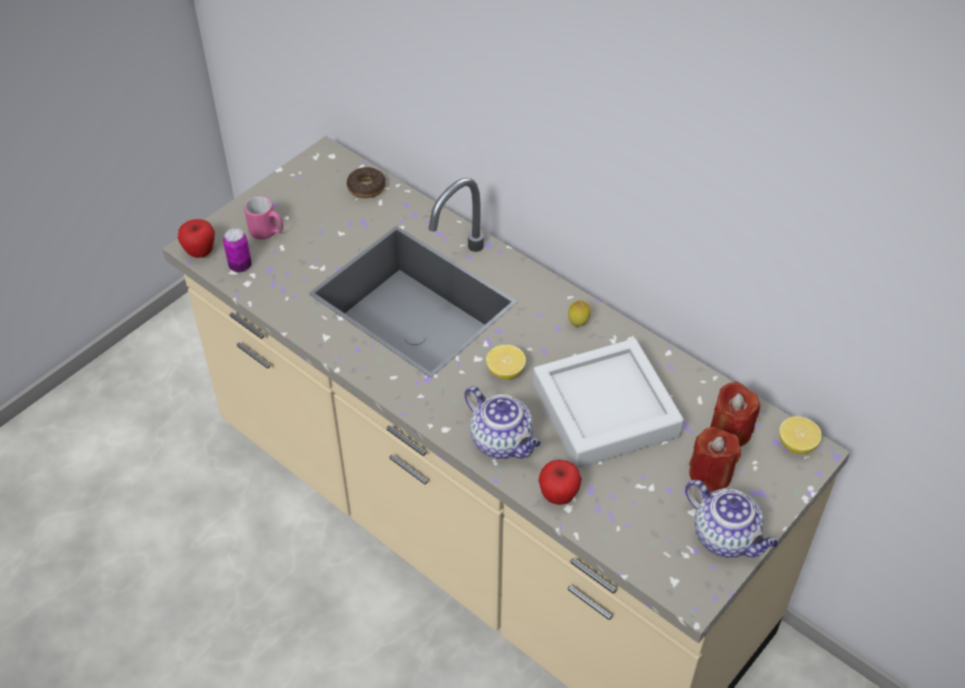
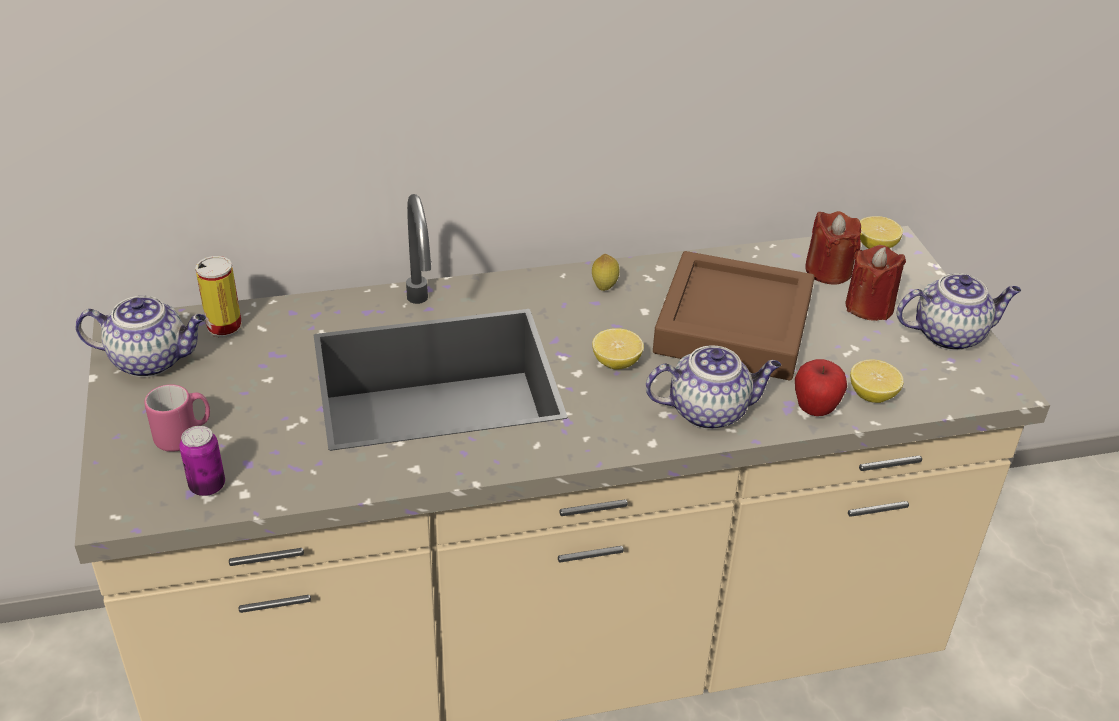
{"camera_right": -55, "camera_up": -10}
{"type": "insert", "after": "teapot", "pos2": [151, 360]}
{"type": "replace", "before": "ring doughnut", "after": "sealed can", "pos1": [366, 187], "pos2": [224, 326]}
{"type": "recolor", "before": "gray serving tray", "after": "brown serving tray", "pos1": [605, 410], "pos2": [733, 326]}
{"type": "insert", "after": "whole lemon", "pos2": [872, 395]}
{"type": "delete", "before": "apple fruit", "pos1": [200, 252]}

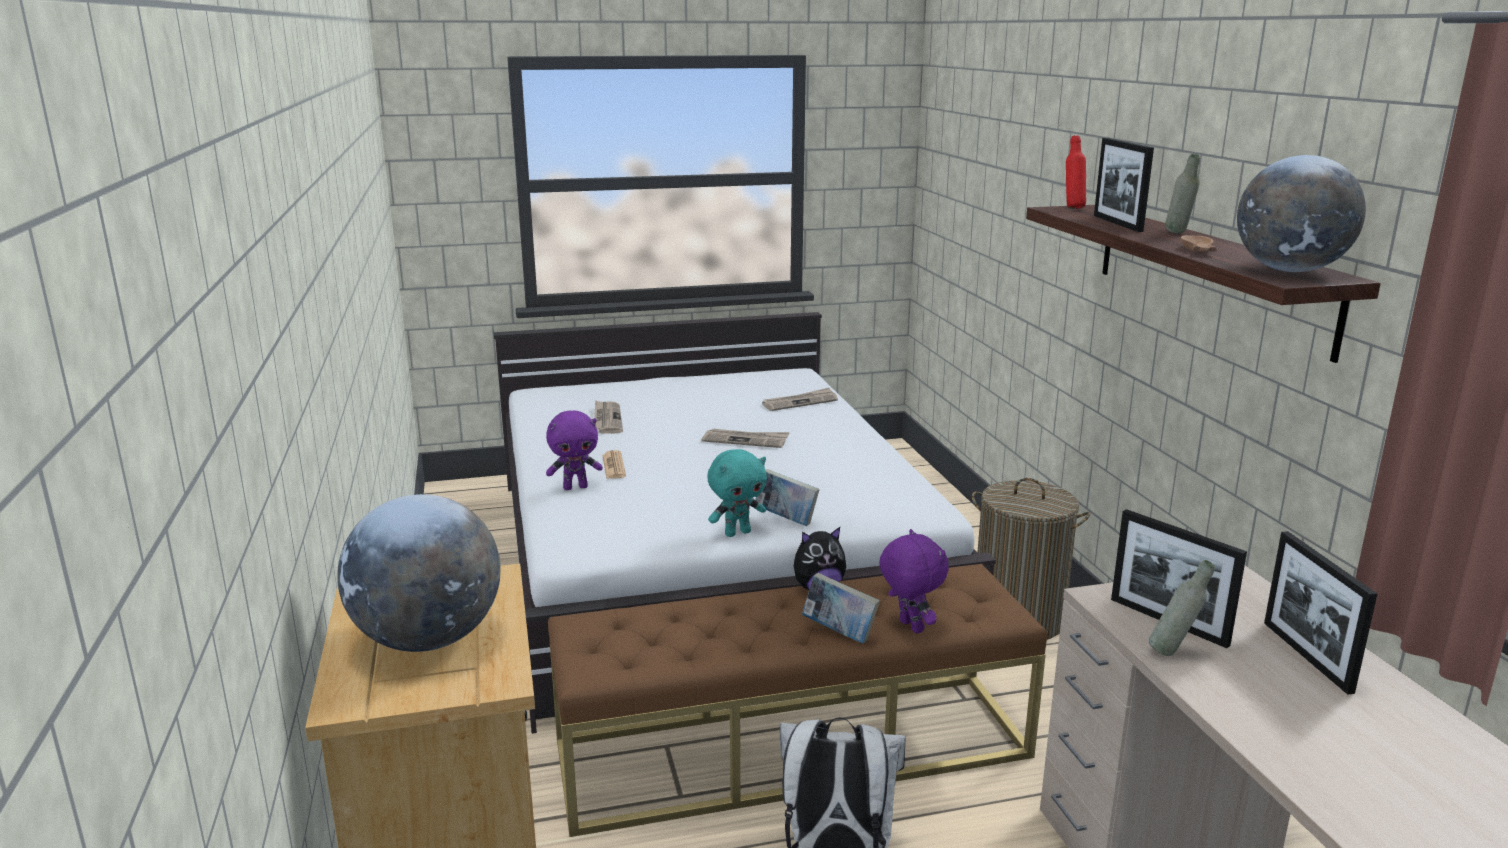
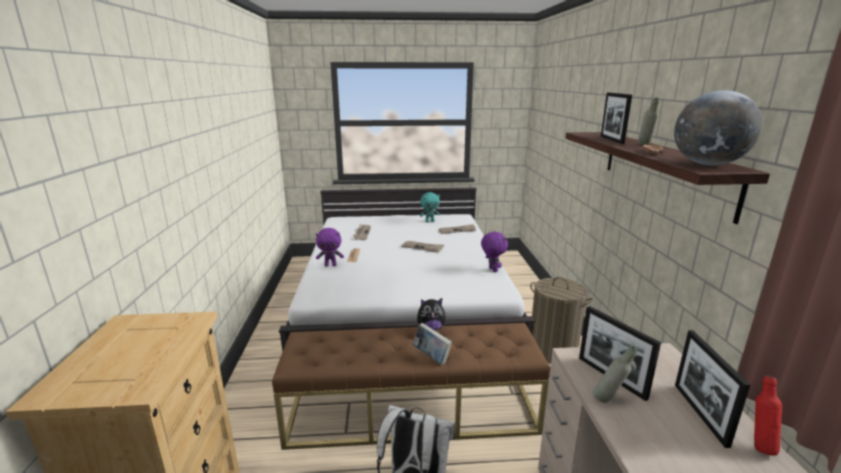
{"camera_right": 10, "camera_up": 0}
{"type": "move", "before": "turquoise-coloured plush toy", "pos1": [737, 532], "pos2": [429, 221]}
{"type": "move", "before": "purple plush toy", "pos1": [909, 627], "pos2": [492, 270]}
{"type": "move", "before": "reddish bottle", "pos1": [1072, 208], "pos2": [759, 445]}
{"type": "delete", "before": "desk globe", "pos1": [429, 640]}
{"type": "delete", "before": "volume", "pos1": [786, 519]}

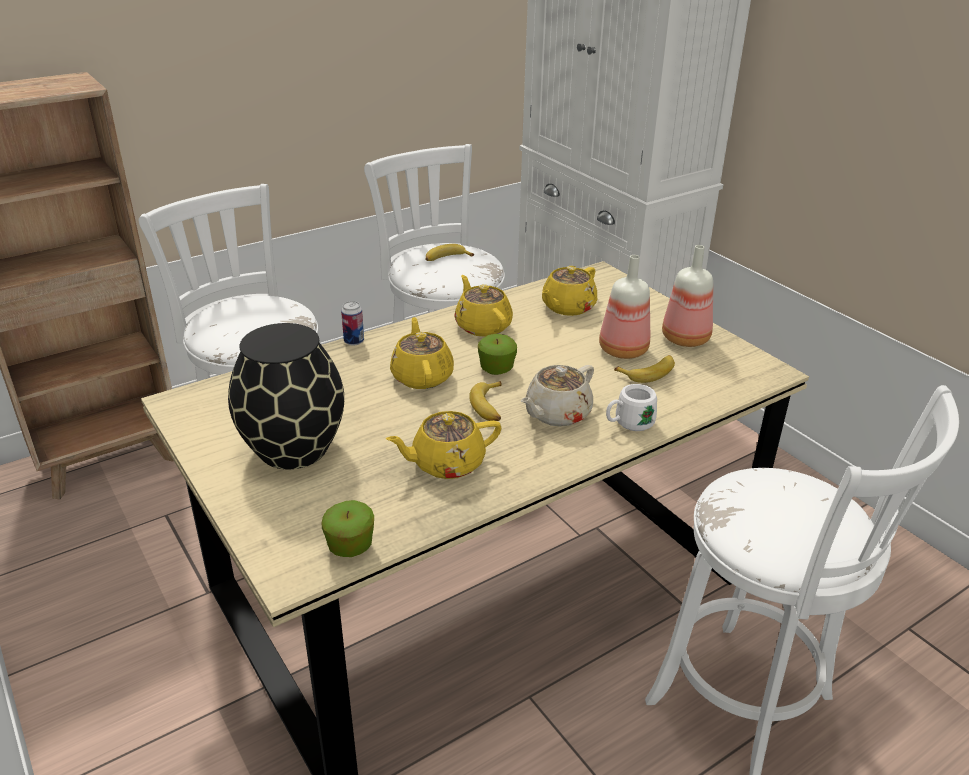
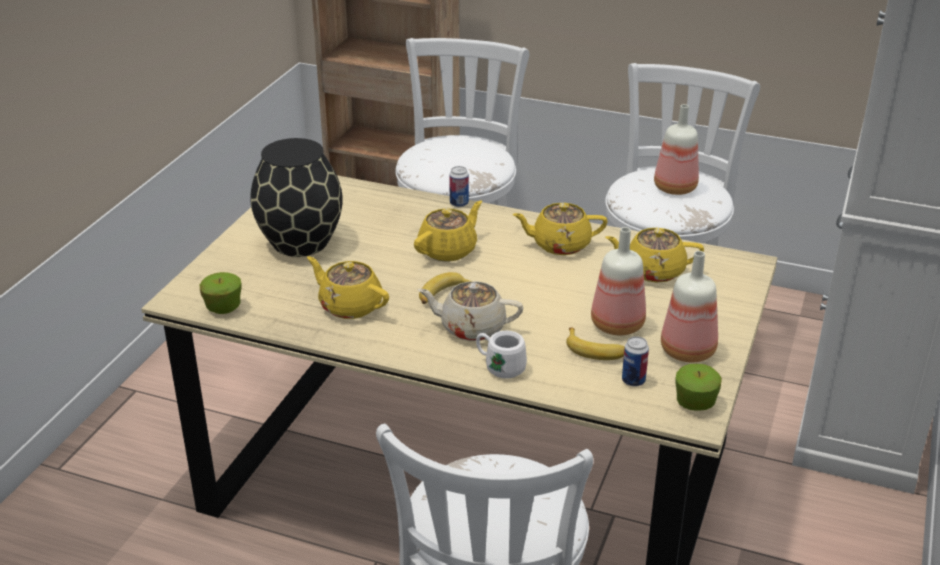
{"camera_right": 55, "camera_up": 0}
{"type": "rotate", "before": "yellow-coloured teapot", "pos1": [482, 326], "pos2": [559, 244], "turn": -120}
{"type": "insert", "after": "sealed can", "pos2": [633, 381]}
{"type": "replace", "before": "banana", "after": "bottle", "pos1": [446, 259], "pos2": [673, 188]}
{"type": "move", "before": "apple fruit", "pos1": [496, 369], "pos2": [695, 403]}

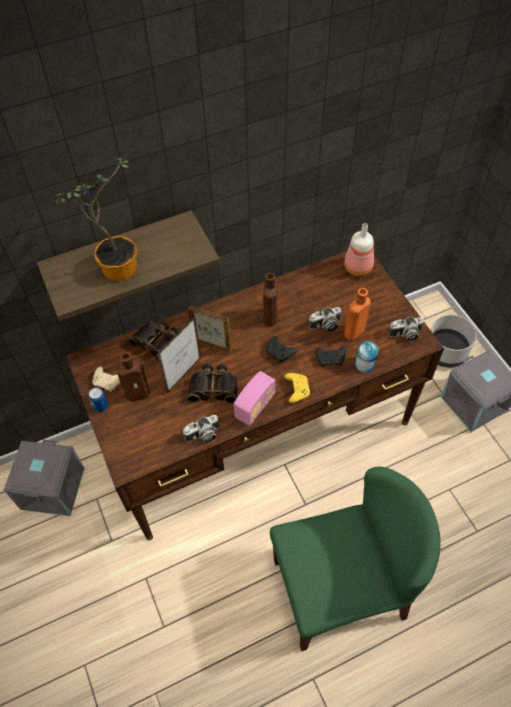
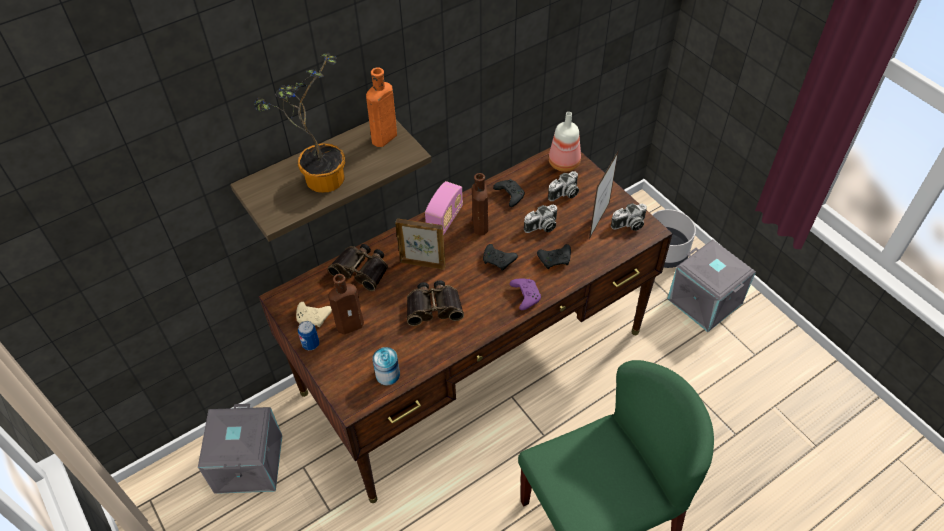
{"camera_right": -10, "camera_up": -5}
{"type": "move", "before": "orangey bottle", "pos1": [353, 333], "pos2": [383, 139]}
{"type": "move", "before": "sealed can", "pos1": [365, 364], "pos2": [387, 374]}
{"type": "move", "before": "radio", "pos1": [255, 406], "pos2": [445, 219]}
{"type": "insert", "after": "black joypad", "pos2": [509, 195]}
{"type": "recolor", "before": "yellow-coloured joypad", "after": "purple joypad", "pos1": [296, 389], "pos2": [525, 296]}
{"type": "move", "before": "still camera", "pos1": [203, 436], "pos2": [564, 194]}
{"type": "move", "before": "standing frame", "pos1": [184, 375], "pos2": [599, 221]}

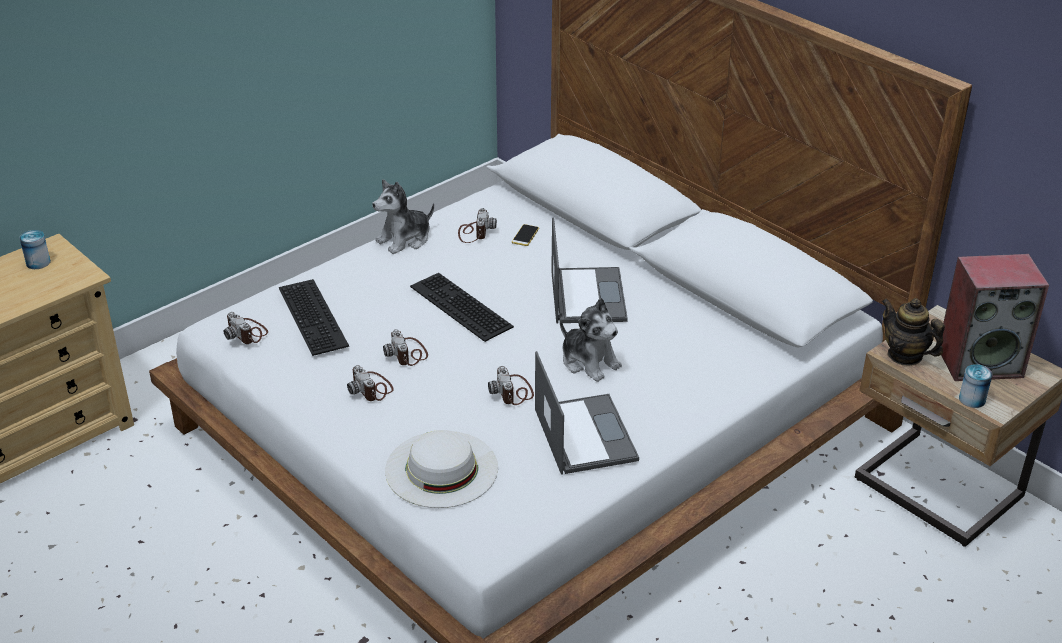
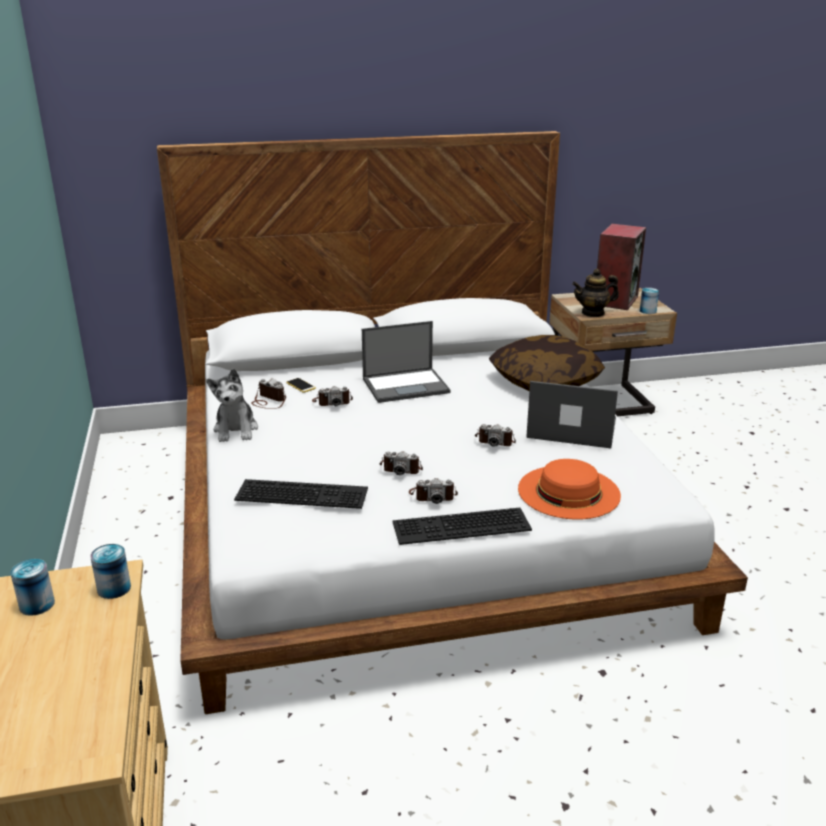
{"camera_right": -60, "camera_up": -10}
{"type": "insert", "after": "sealed can", "pos2": [114, 588]}
{"type": "move", "before": "still camera", "pos1": [247, 333], "pos2": [332, 402]}
{"type": "rotate", "before": "portable computer", "pos1": [587, 295], "pos2": [406, 385], "turn": 135}
{"type": "move", "before": "keyboard", "pos1": [458, 307], "pos2": [460, 528]}
{"type": "insert", "after": "throw pillow", "pos2": [545, 381]}
{"type": "recolor", "before": "white-coloured hat", "after": "orangey hat", "pos1": [441, 468], "pos2": [568, 491]}
{"type": "delete", "before": "plush toy", "pos1": [589, 362]}

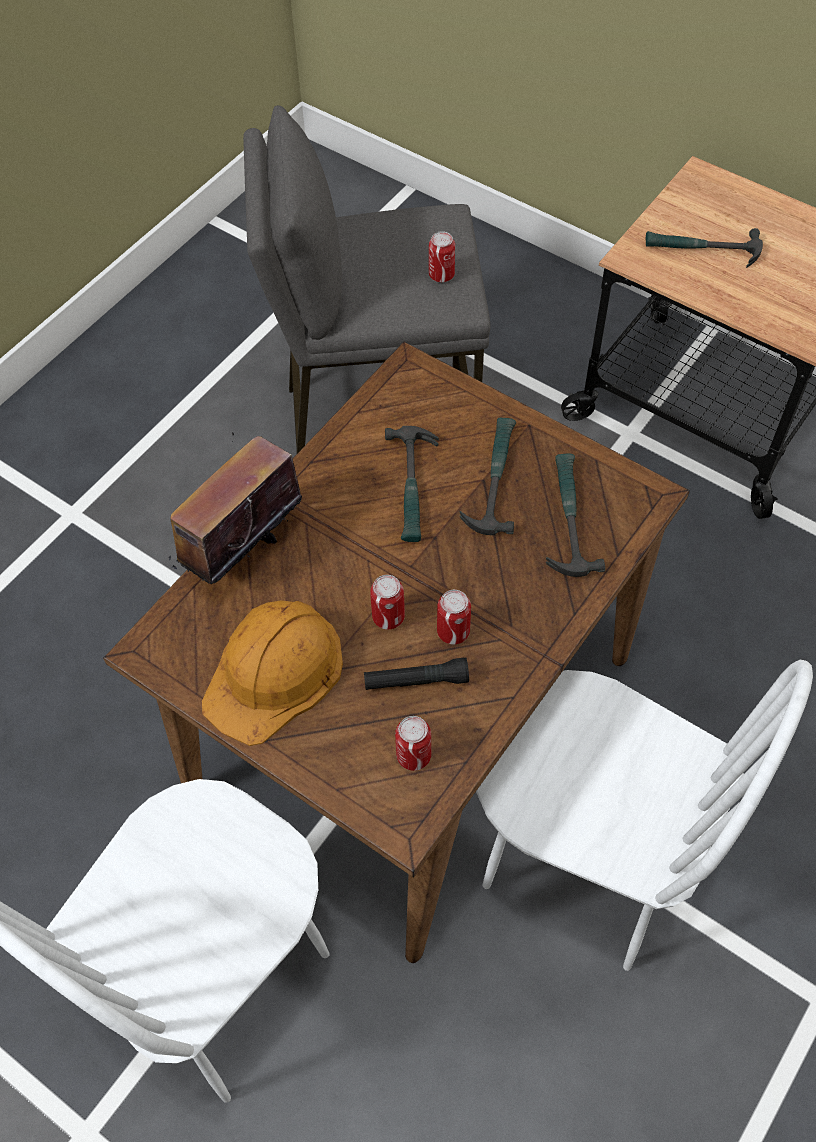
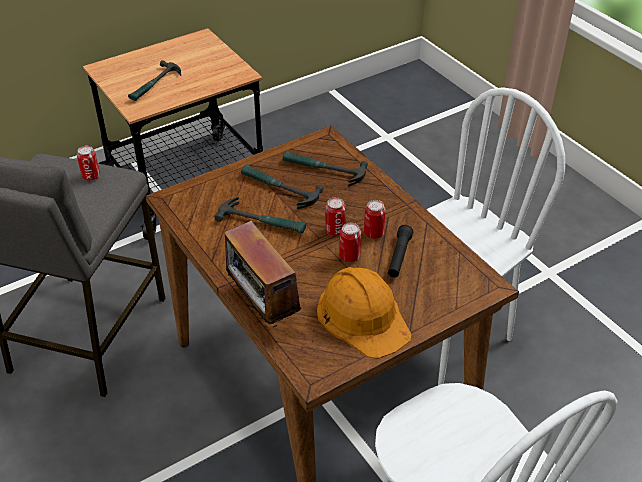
{"camera_right": -70, "camera_up": -15}
{"type": "move", "before": "sealed can", "pos1": [413, 755], "pos2": [335, 230]}

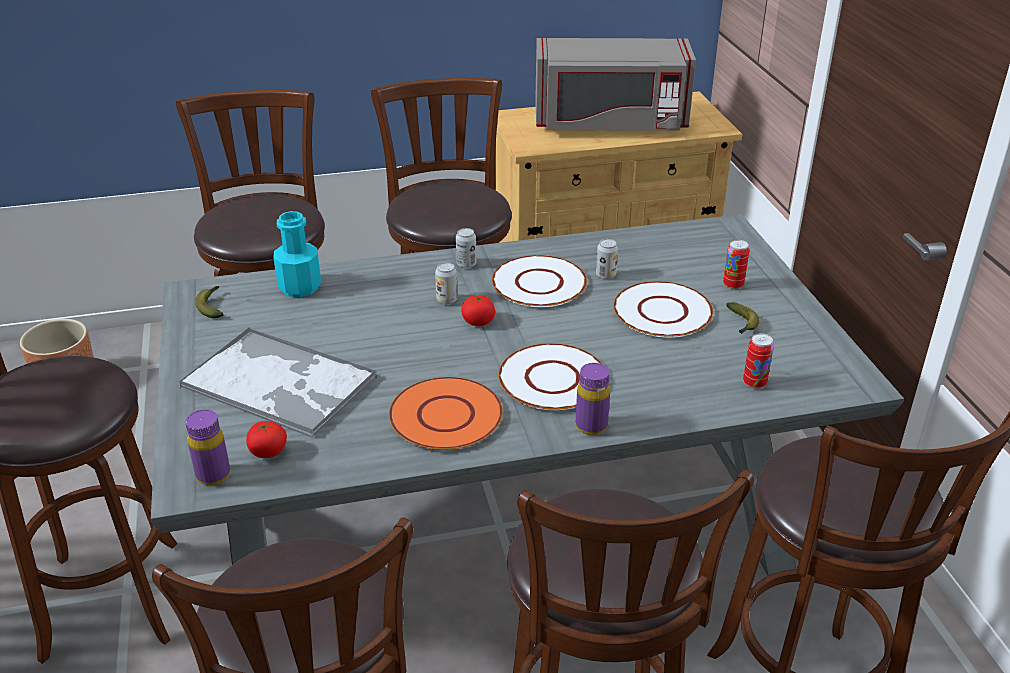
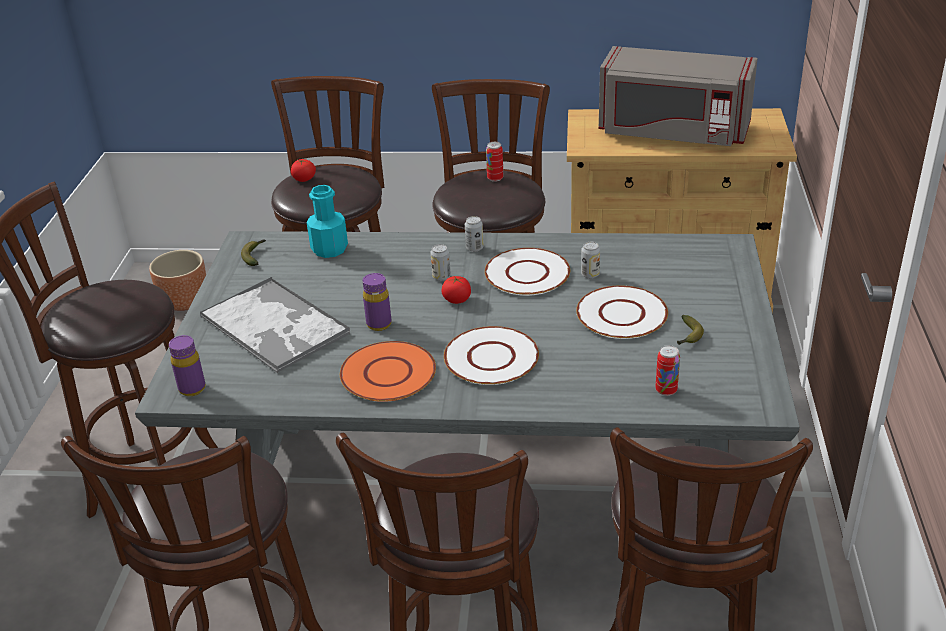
{"camera_right": 20, "camera_up": 0}
{"type": "move", "before": "tomato", "pos1": [268, 452], "pos2": [304, 179]}
{"type": "move", "before": "purple bottle", "pos1": [591, 426], "pos2": [379, 324]}
{"type": "move", "before": "sealed can", "pos1": [733, 285], "pos2": [495, 178]}

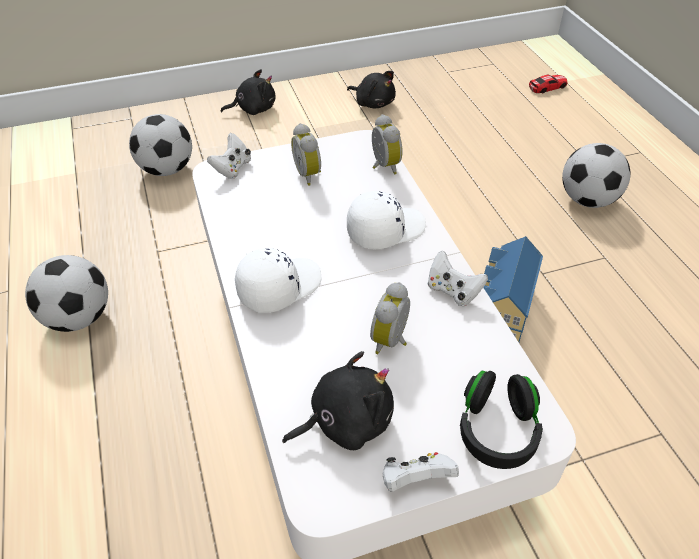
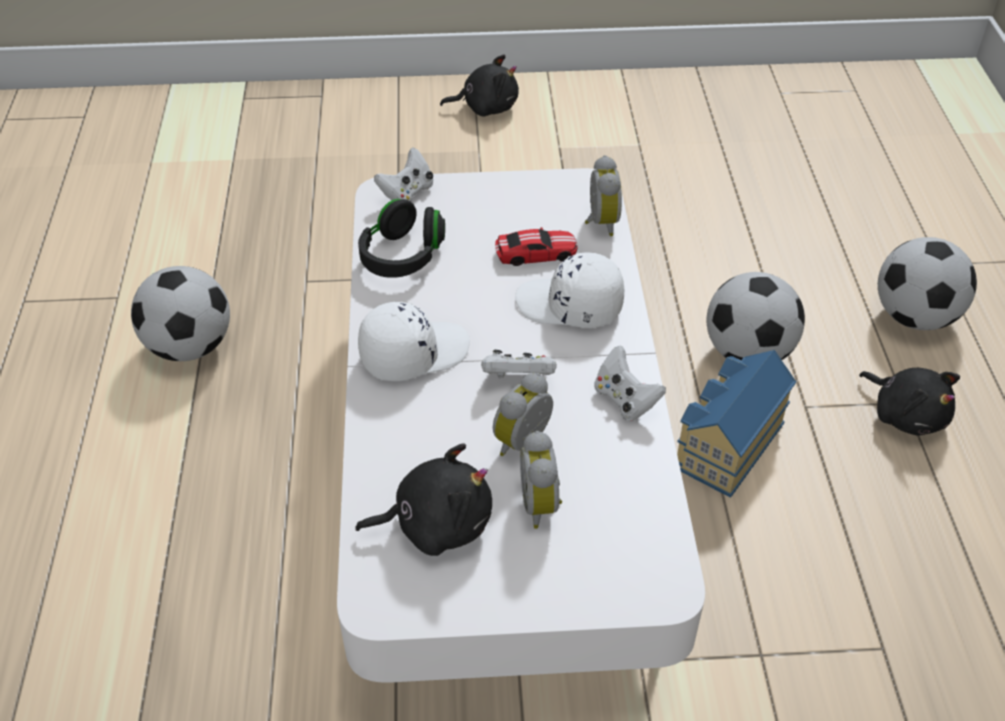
{"camera_right": 15, "camera_up": 0}
{"type": "move", "before": "black pair of headphones", "pos1": [497, 430], "pos2": [402, 256]}
{"type": "move", "before": "white-coloured joypad", "pos1": [415, 480], "pos2": [518, 379]}
{"type": "move", "before": "toy car", "pos1": [547, 87], "pos2": [536, 253]}
{"type": "rotate", "before": "white-coloured cap", "pos1": [385, 229], "pos2": [569, 306], "turn": -150}
{"type": "move", "before": "bedside clock", "pos1": [309, 174], "pos2": [542, 504]}
{"type": "move", "before": "football", "pos1": [166, 169], "pos2": [747, 353]}
{"type": "move", "before": "black plush toy", "pos1": [373, 103], "pos2": [906, 414]}

